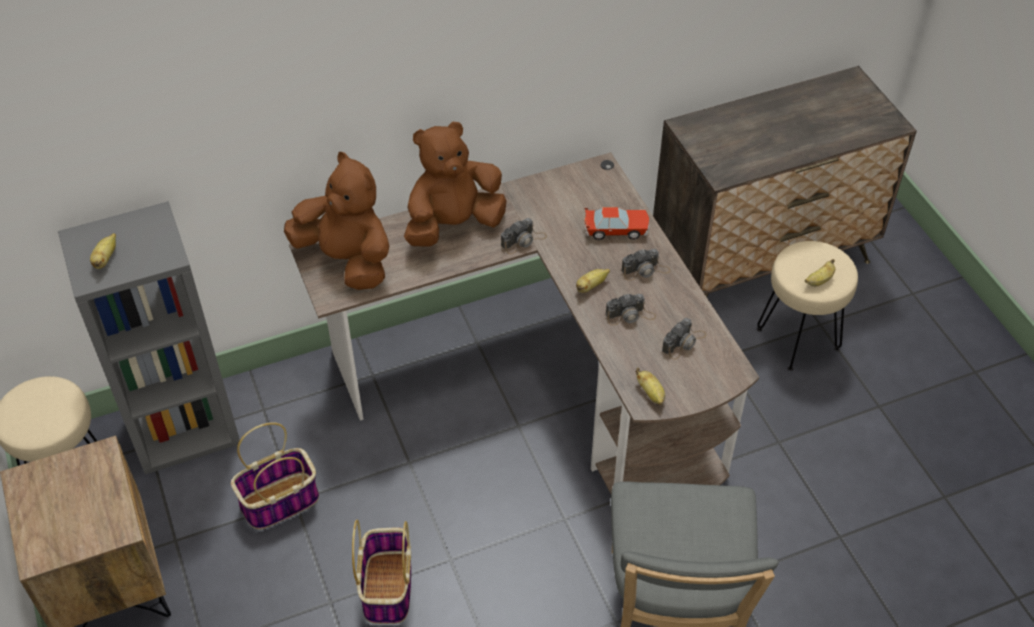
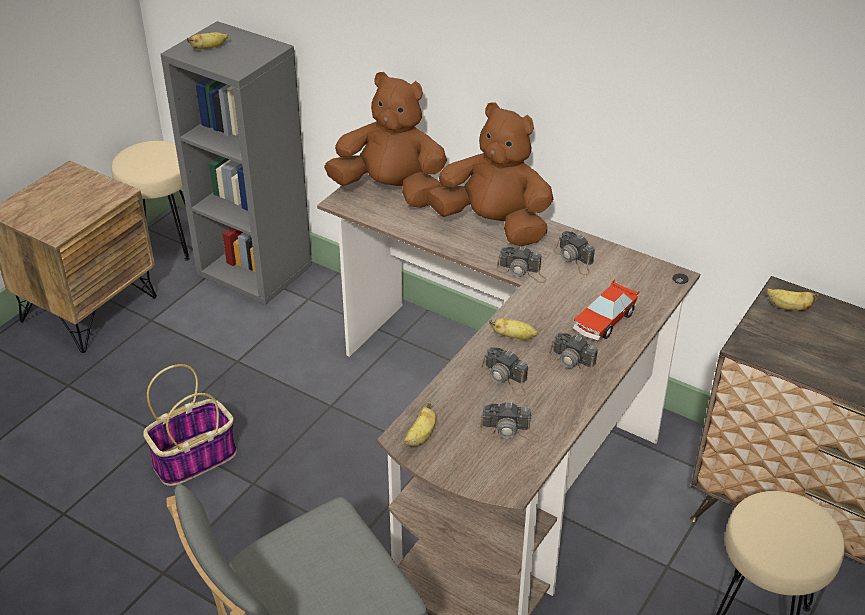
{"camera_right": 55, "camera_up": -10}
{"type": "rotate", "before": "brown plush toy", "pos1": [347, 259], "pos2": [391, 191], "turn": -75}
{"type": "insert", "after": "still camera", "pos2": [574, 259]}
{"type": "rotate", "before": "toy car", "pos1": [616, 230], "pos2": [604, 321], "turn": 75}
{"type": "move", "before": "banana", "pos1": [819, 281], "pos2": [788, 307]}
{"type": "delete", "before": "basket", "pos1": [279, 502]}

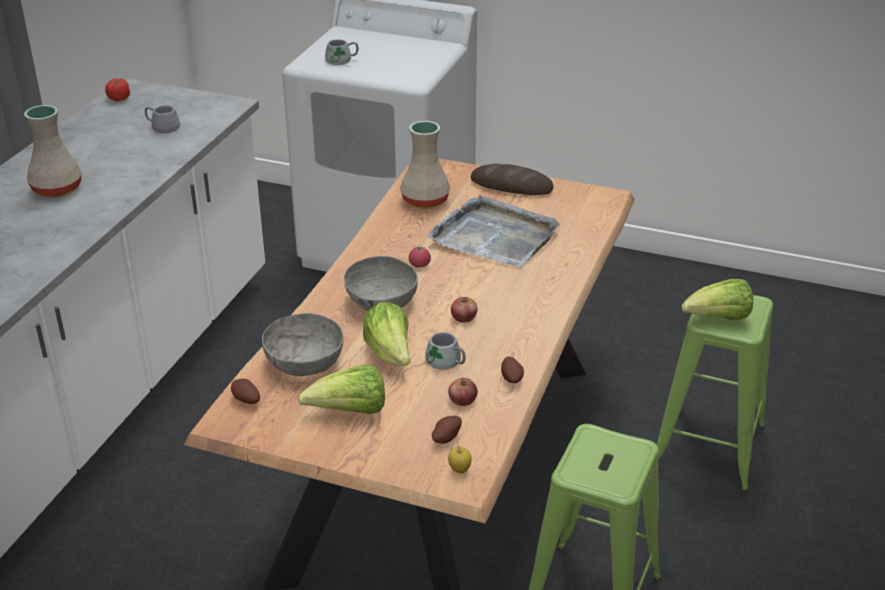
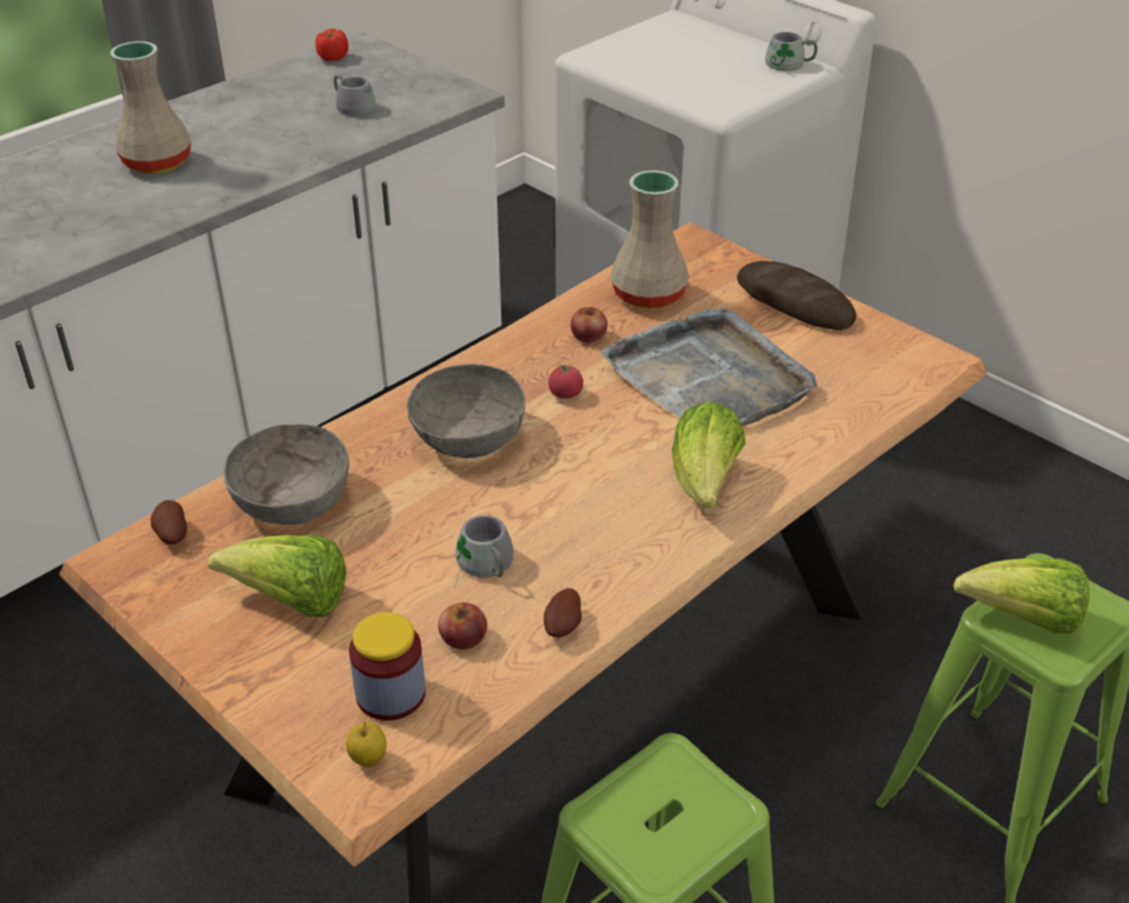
{"camera_right": 25, "camera_up": 5}
{"type": "replace", "before": "spud", "after": "storage jar", "pos1": [445, 437], "pos2": [390, 694]}
{"type": "move", "before": "apple fruit", "pos1": [464, 317], "pos2": [588, 336]}
{"type": "move", "before": "head of lettuce", "pos1": [390, 354], "pos2": [705, 483]}
{"type": "move", "before": "gray mug", "pos1": [342, 61], "pos2": [789, 66]}

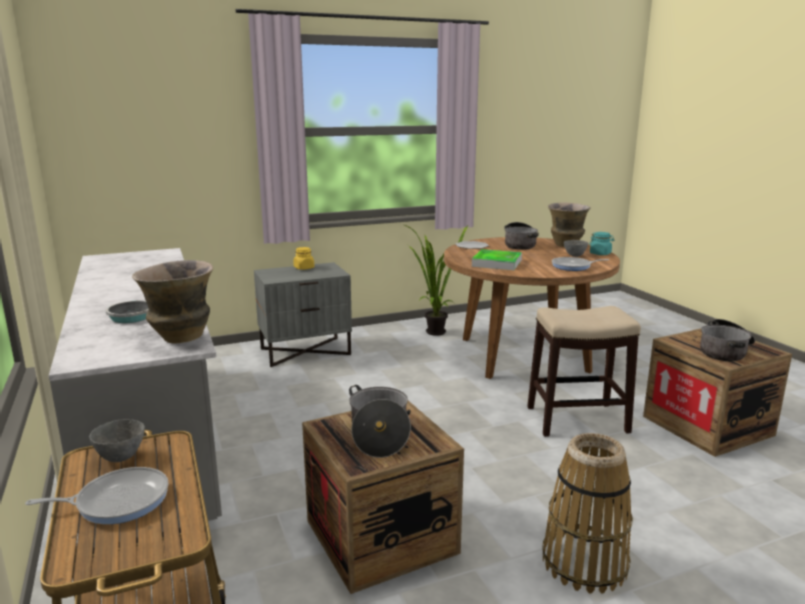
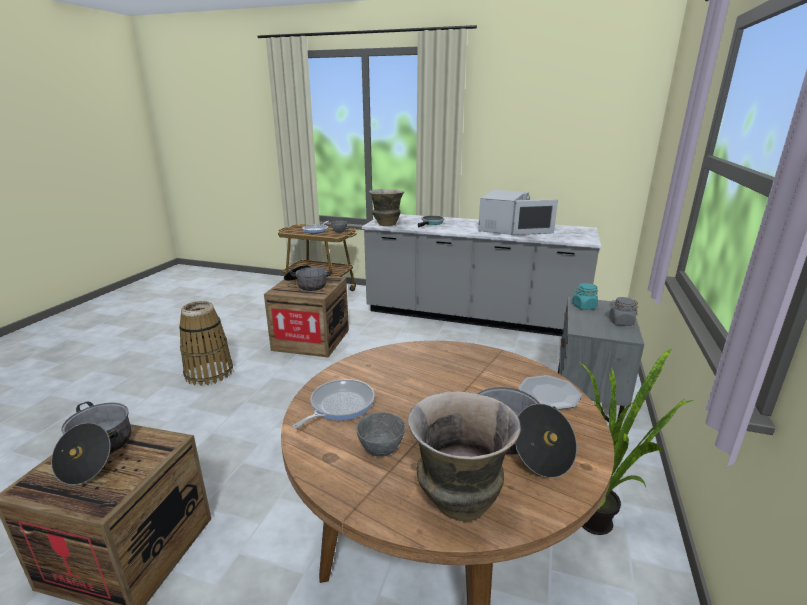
{"camera_right": 130, "camera_up": 5}
{"type": "insert", "after": "white-coloured microwave", "pos2": [504, 228]}
{"type": "move", "before": "turquoise-coloured storage jar", "pos1": [600, 254], "pos2": [583, 306]}
{"type": "recolor", "before": "yellow-coloured storage jar", "after": "gray storage jar", "pos1": [304, 268], "pos2": [620, 322]}
{"type": "delete", "before": "serving tray", "pos1": [497, 263]}
{"type": "delete", "before": "sitting stool", "pos1": [576, 420]}

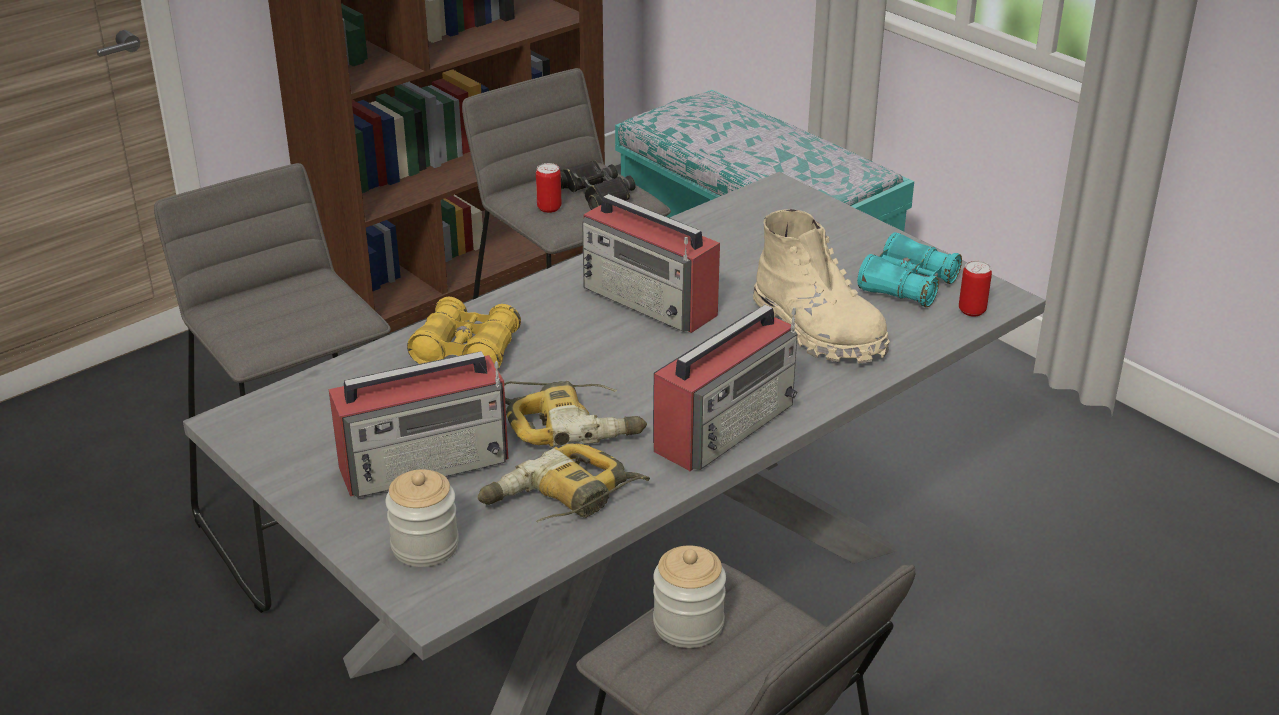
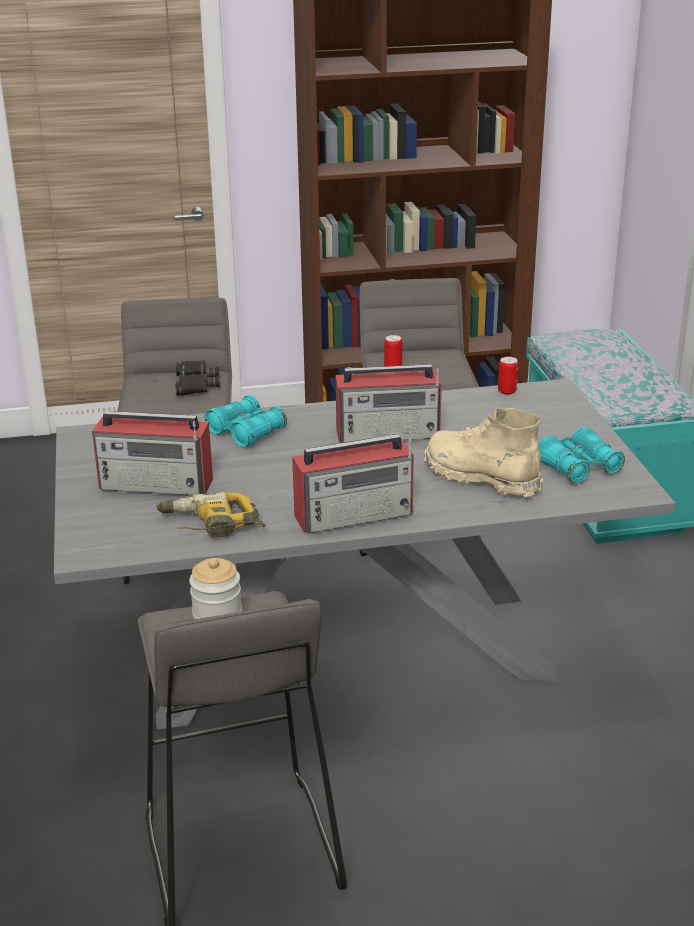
{"camera_right": 30, "camera_up": -5}
{"type": "move", "before": "black binoculars", "pos1": [596, 193], "pos2": [195, 384]}
{"type": "recolor", "before": "yellow-coloured binoculars", "after": "turquoise-coloured binoculars", "pos1": [466, 351], "pos2": [246, 432]}
{"type": "rotate", "before": "radio", "pos1": [651, 301], "pos2": [389, 433], "turn": -75}
{"type": "rotate", "before": "sand-coloured tall boot", "pos1": [818, 330], "pos2": [481, 478], "turn": 135}
{"type": "move", "before": "sealed can", "pos1": [972, 310], "pos2": [507, 391]}
{"type": "delete", "before": "storage jar", "pos1": [425, 546]}
{"type": "delete", "before": "drill", "pos1": [572, 424]}

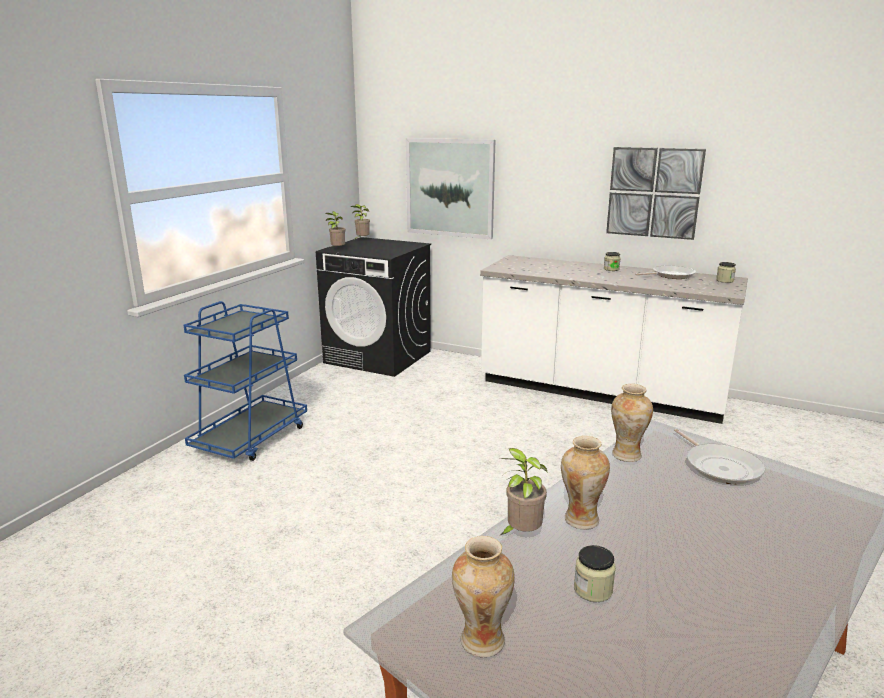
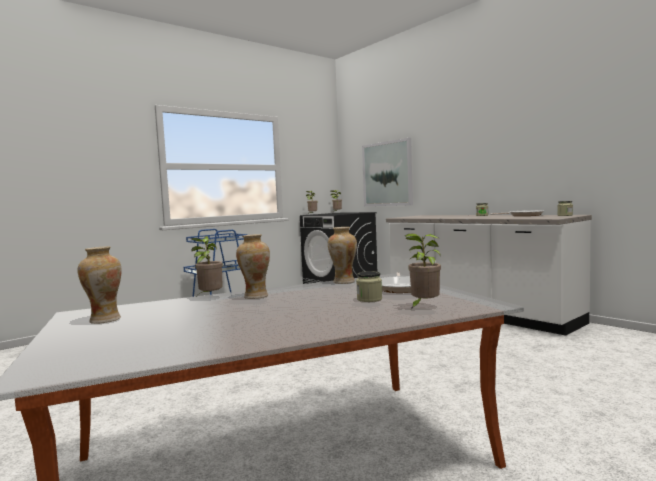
{"camera_right": 25, "camera_up": -15}
{"type": "move", "before": "storage jar", "pos1": [593, 589], "pos2": [369, 299]}
{"type": "insert", "after": "potted plant", "pos2": [423, 306]}
{"type": "delete", "before": "wall art", "pos1": [654, 192]}

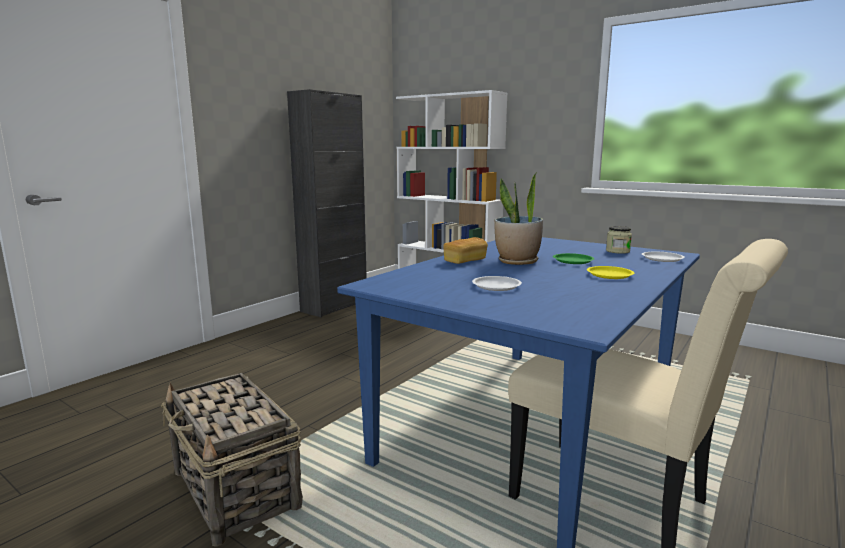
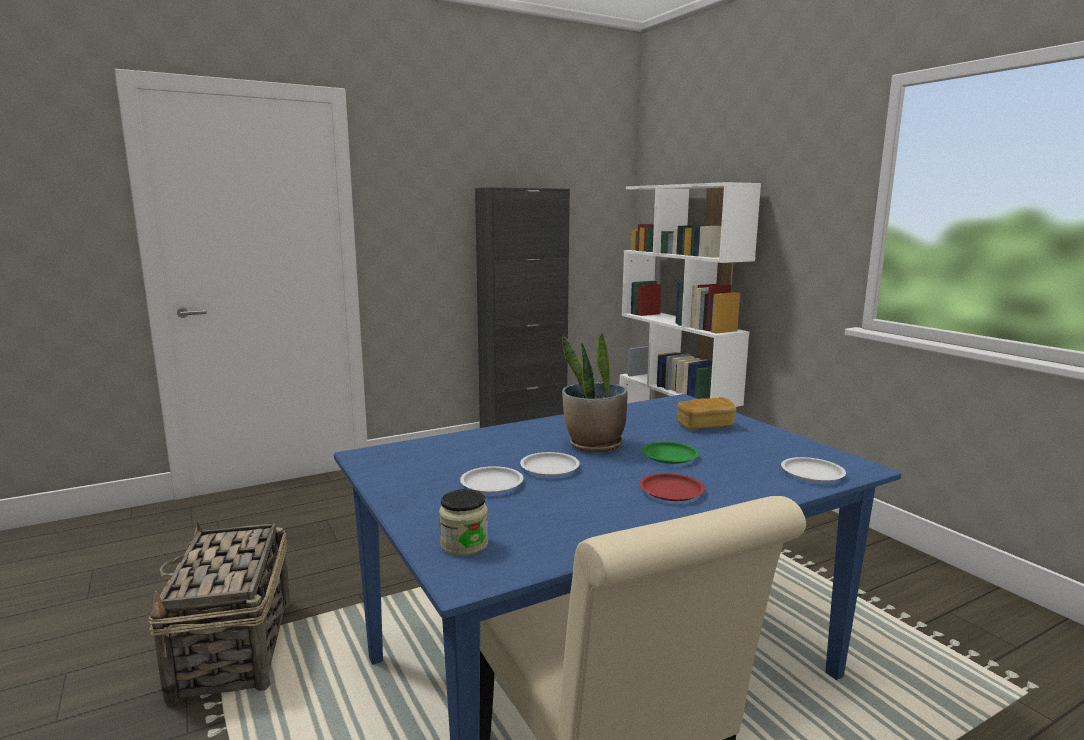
{"camera_right": 25, "camera_up": 0}
{"type": "move", "before": "storage jar", "pos1": [617, 251], "pos2": [464, 544]}
{"type": "insert", "after": "white-coloured dinner plate", "pos2": [550, 468]}
{"type": "recolor", "before": "yellow-coloured dinner plate", "after": "reddish dinner plate", "pos1": [609, 275], "pos2": [671, 491]}
{"type": "move", "before": "baked bread", "pos1": [465, 261], "pos2": [705, 426]}

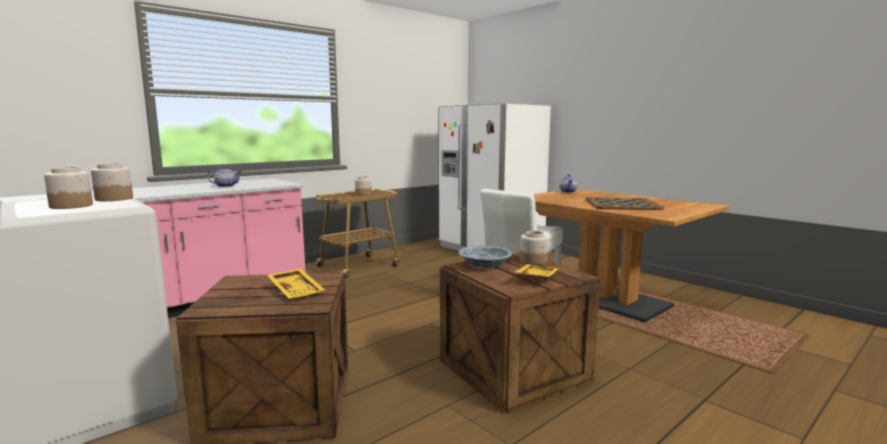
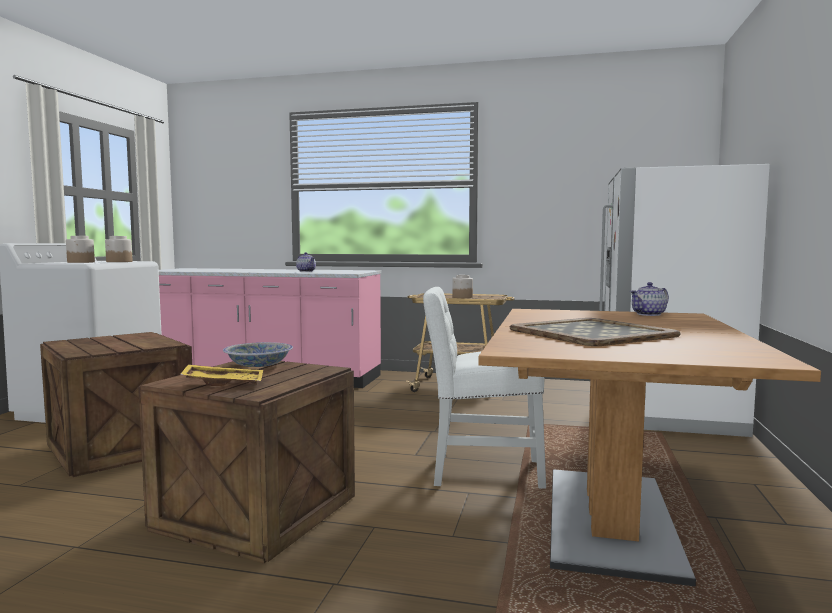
{"camera_right": 55, "camera_up": -5}
{"type": "delete", "before": "yellow-coloured serving tray", "pos1": [297, 291]}
{"type": "delete", "before": "storage jar", "pos1": [534, 261]}

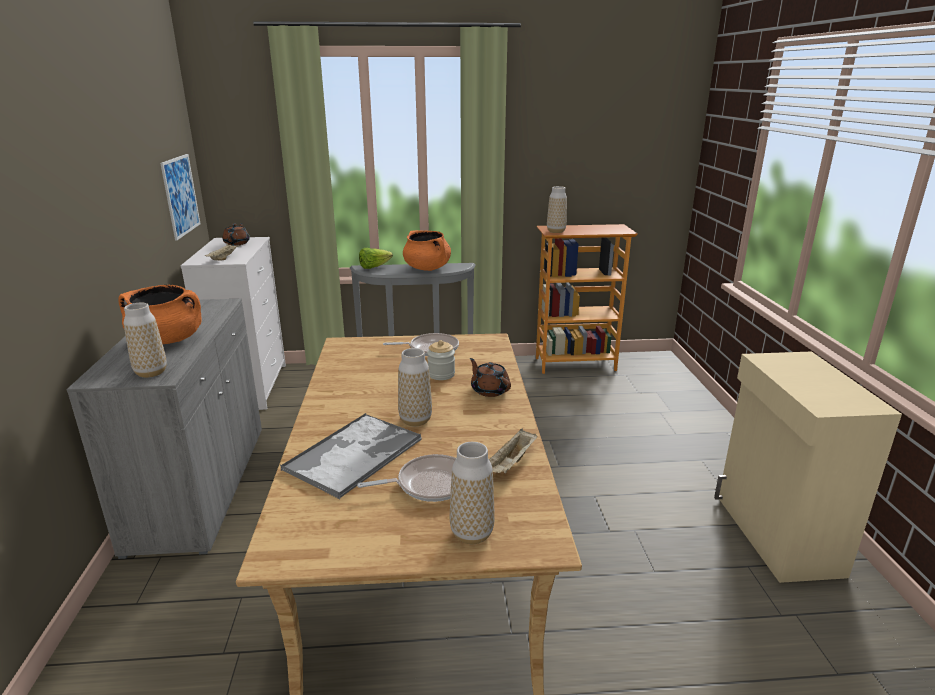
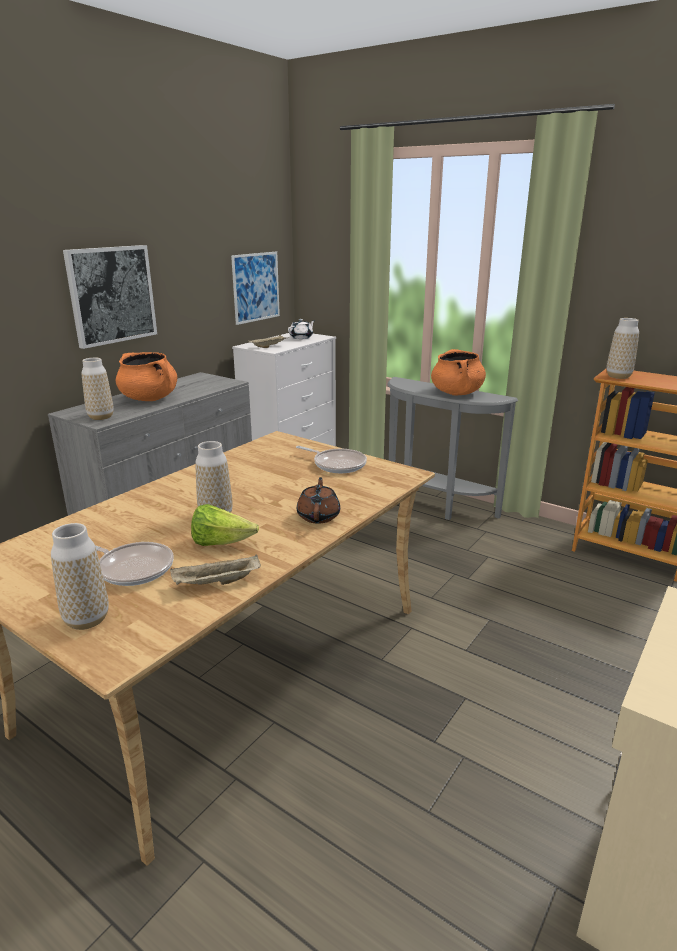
{"camera_right": 40, "camera_up": 0}
{"type": "insert", "after": "wall art", "pos2": [111, 295]}
{"type": "move", "before": "head of lettuce", "pos1": [374, 267], "pos2": [221, 543]}
{"type": "recolor", "before": "brown teapot", "after": "white-coloured teapot", "pos1": [237, 243], "pos2": [301, 337]}
{"type": "delete", "before": "serving tray", "pos1": [355, 454]}
{"type": "delete", "before": "storage jar", "pos1": [441, 374]}

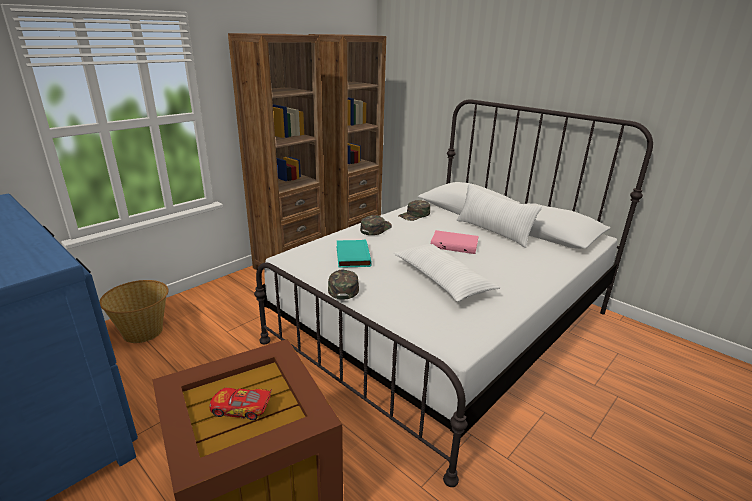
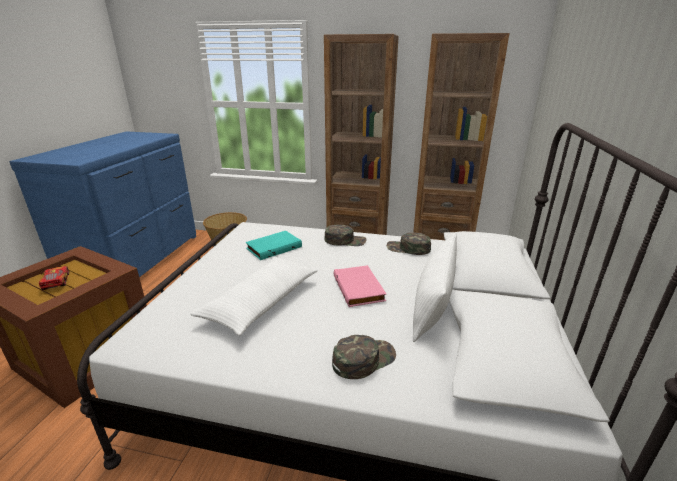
{"camera_right": 60, "camera_up": 0}
{"type": "move", "before": "greenish cap", "pos1": [343, 287], "pos2": [363, 359]}

